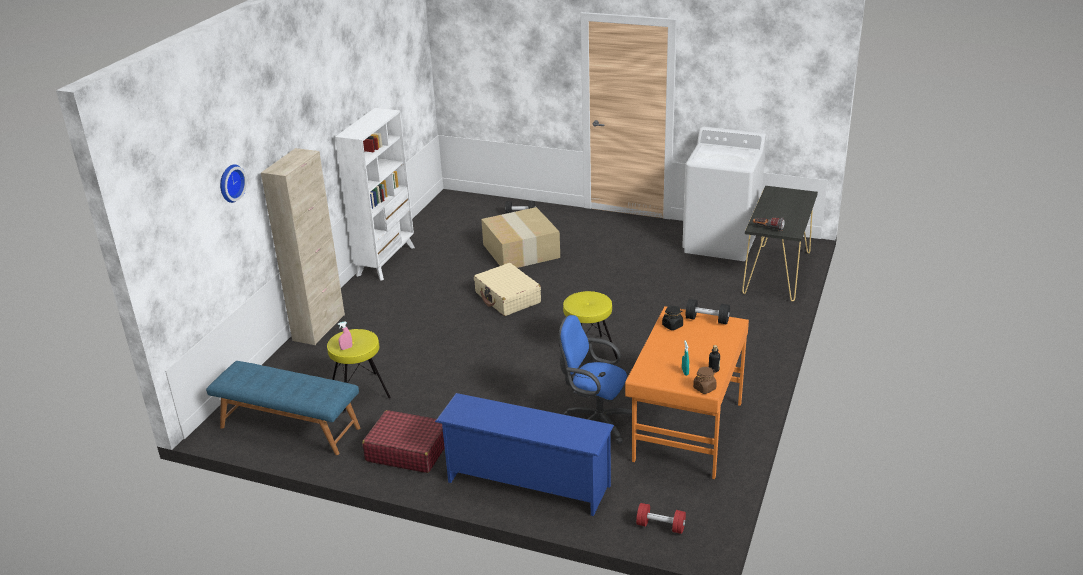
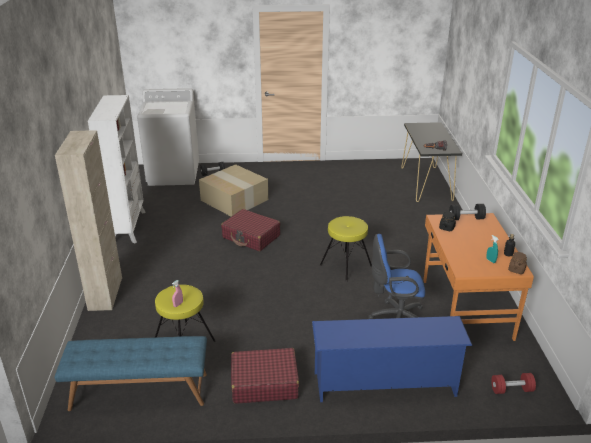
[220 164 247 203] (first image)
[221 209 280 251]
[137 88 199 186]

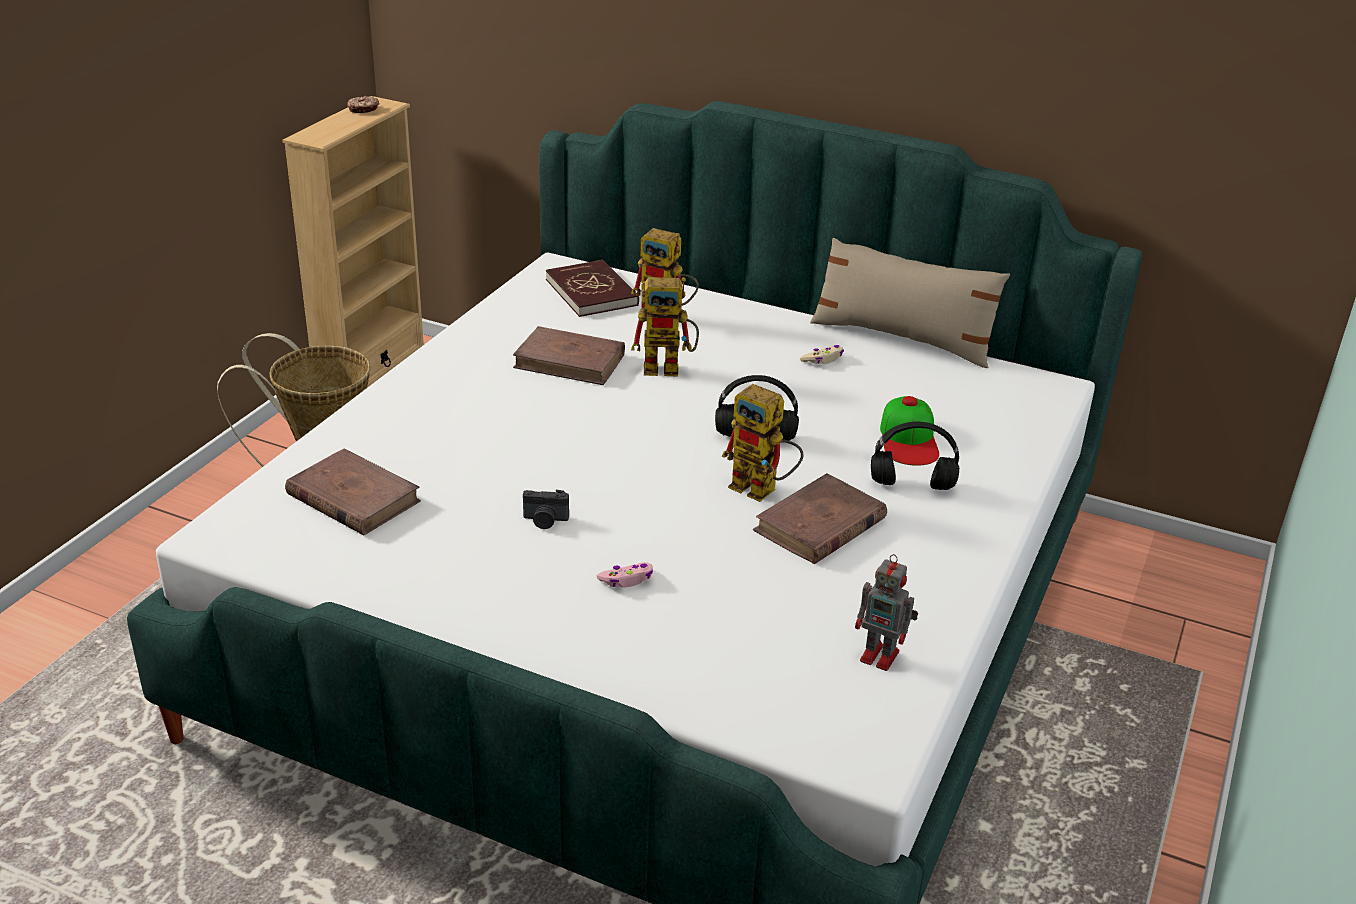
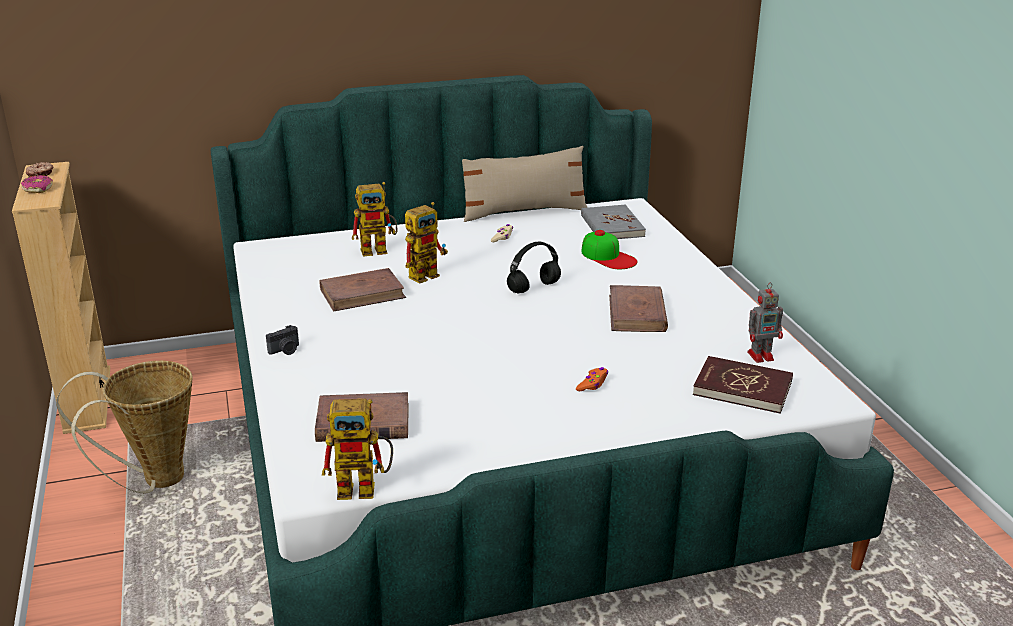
[266 325 299 355]
[693 356 793 414]
[576 367 608 391]
[322 399 393 500]
[871 422 959 490] (first image)
[21 175 53 193]
[581 205 646 239]

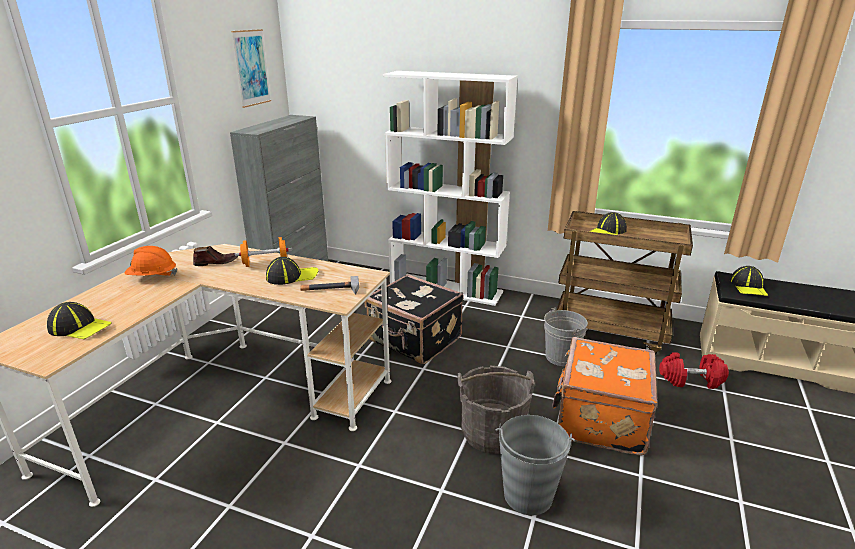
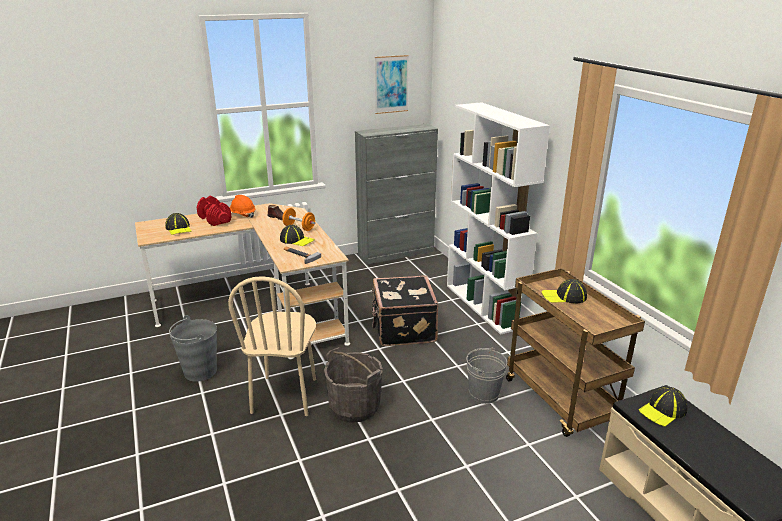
[169 315 217 382]
[552 337 657 456] (first image)
[197 196 232 226]
[228 276 316 416]

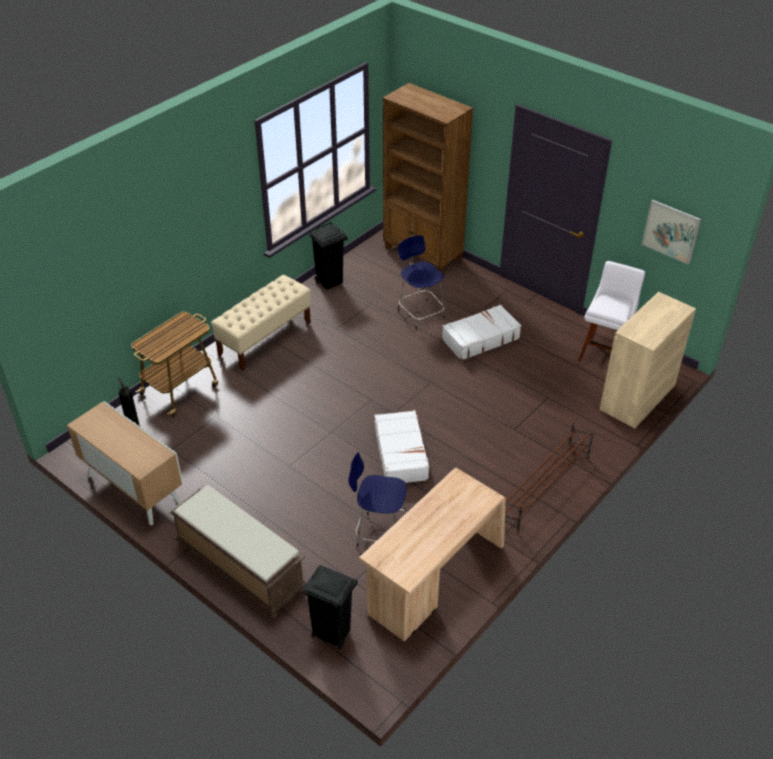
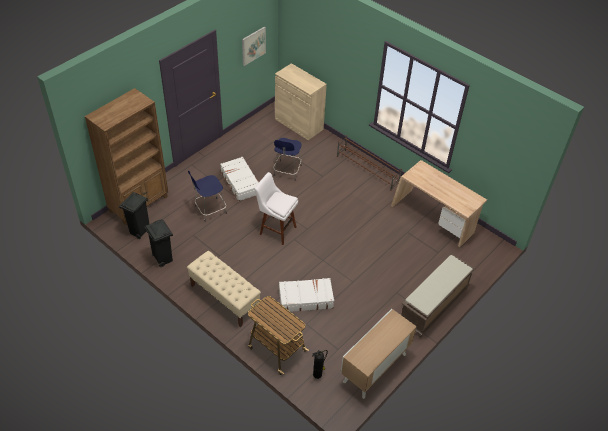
[119 192 149 239]
[273 138 302 181]
[279 278 334 312]
[255 172 298 245]

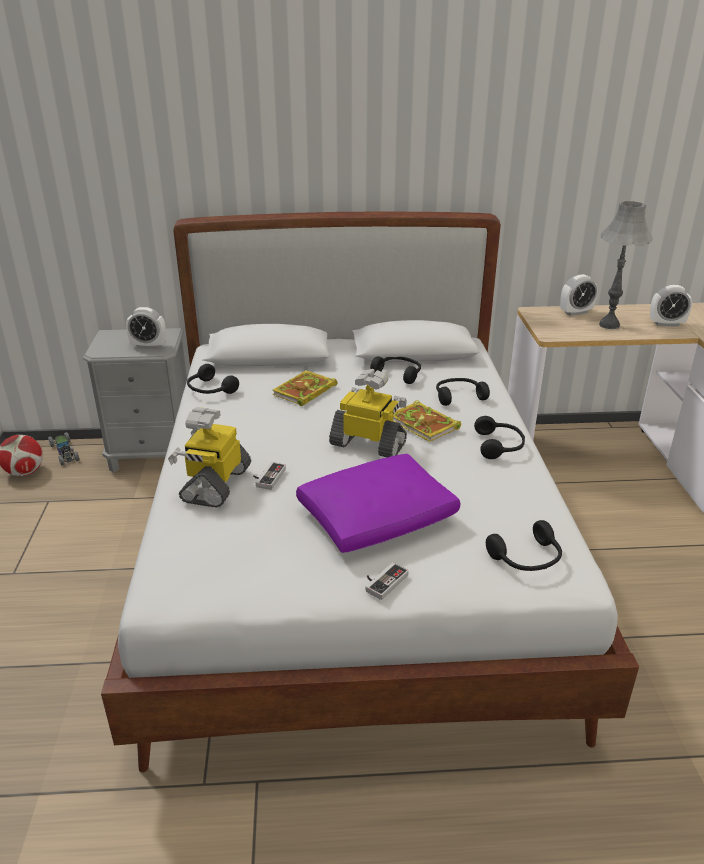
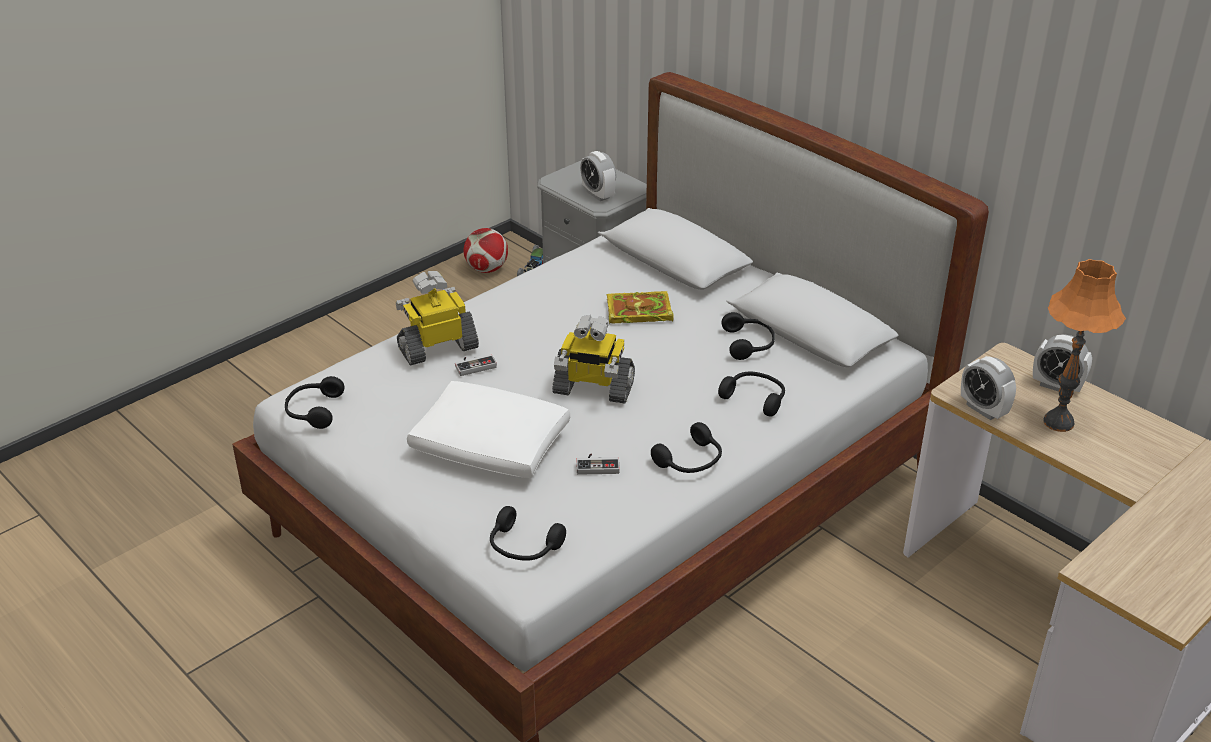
[285 376 345 429]
[407 381 570 478]
[552 315 635 404]
[576 454 620 475]
[393 400 461 442] (first image)
[1043 259 1126 432]
[961 356 1016 420]

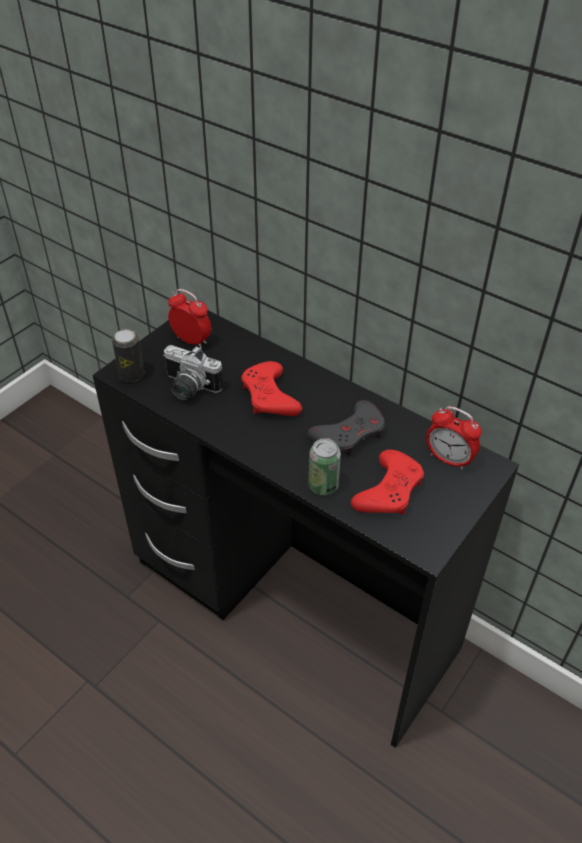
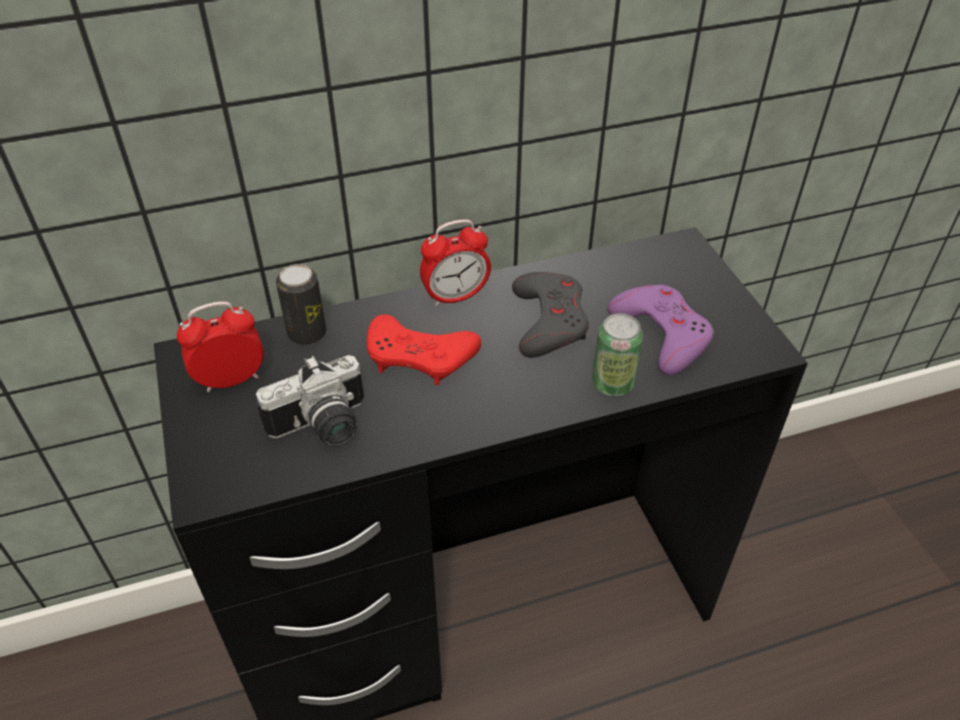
[276 264 326 345]
[607 285 714 375]
[420 219 491 307]

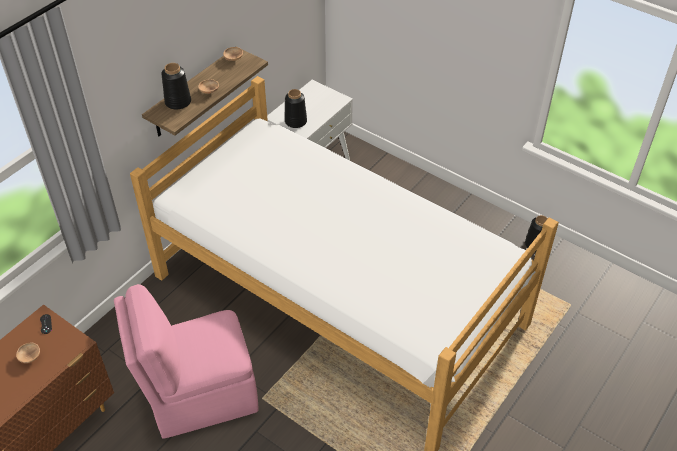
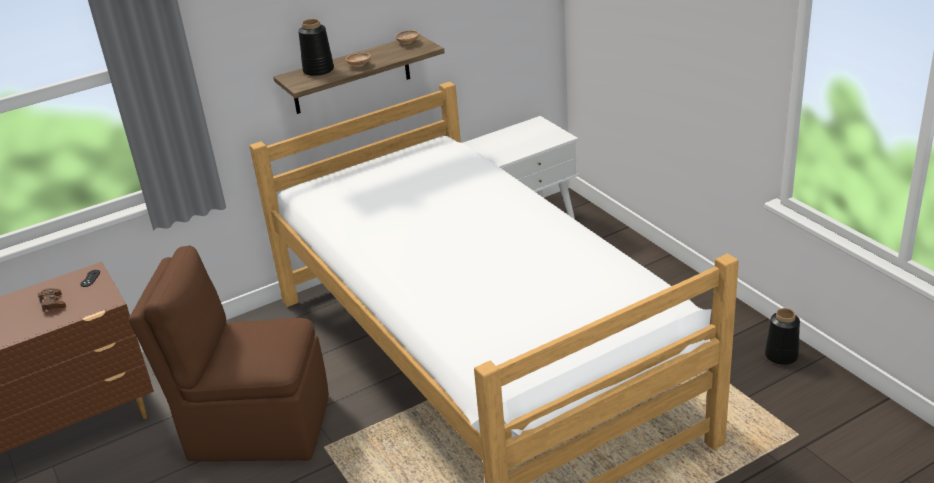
[38 288 66 312]
[129 246 329 461]
[285 89 307 128] (first image)

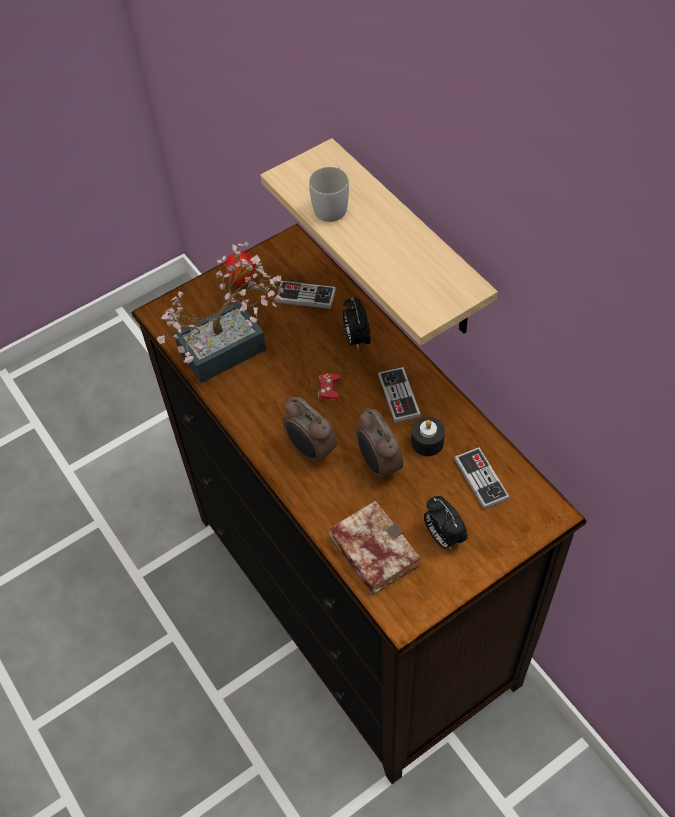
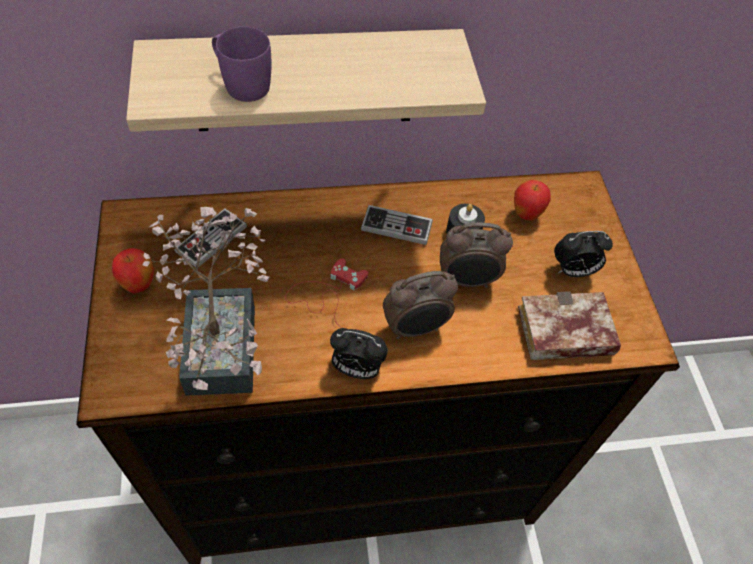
[212 27 271 102]
[330 328 388 379]
[514 180 551 220]

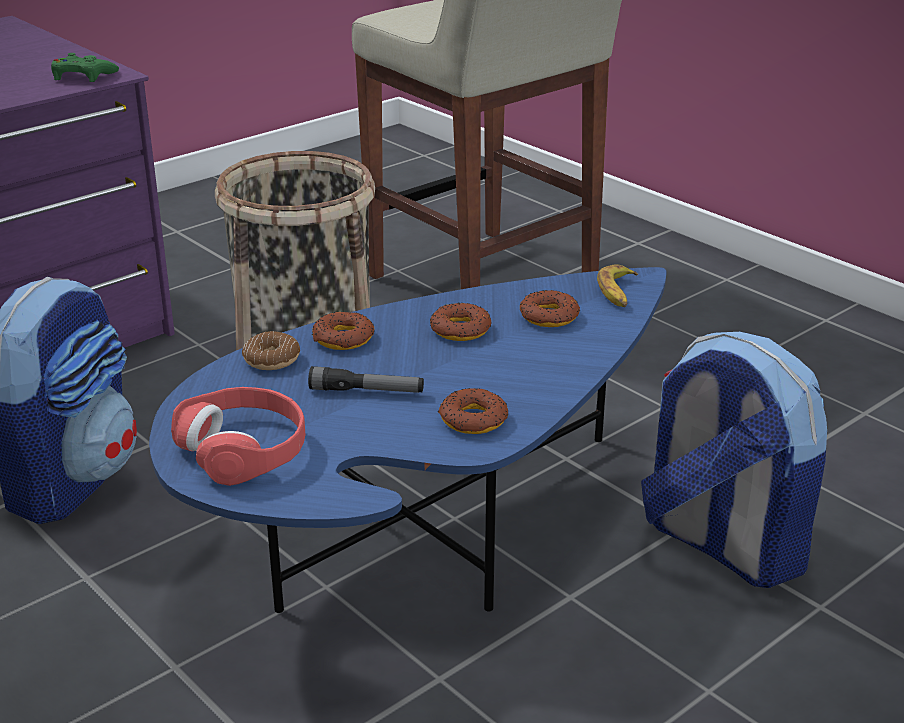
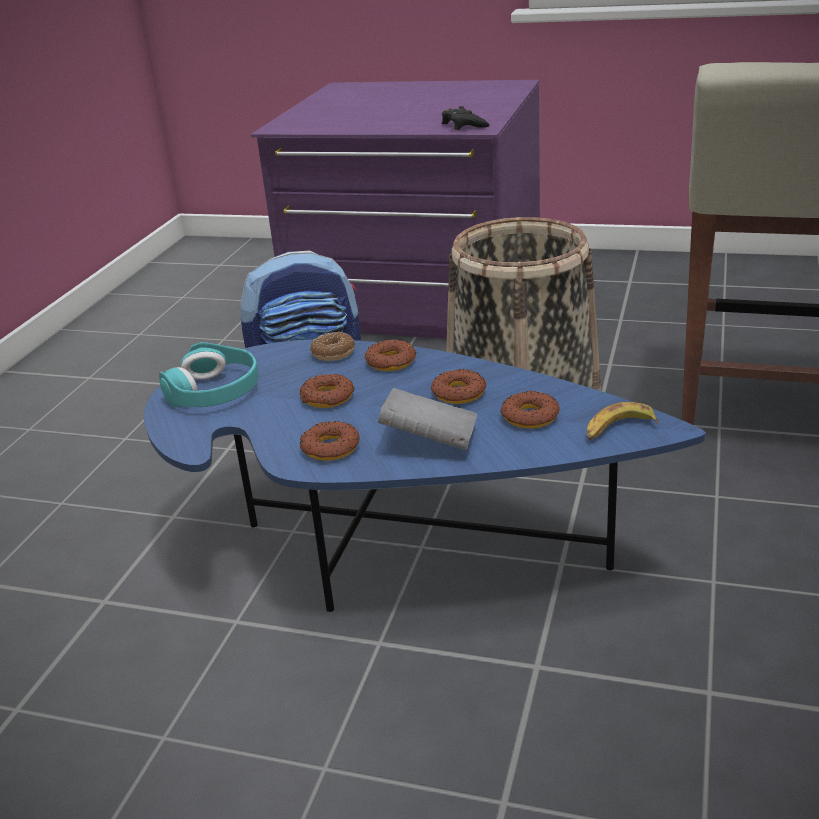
[442 106 489 130]
[159 342 259 407]
[300 374 355 408]
[641 332 827 588] (first image)
[377 388 477 450]

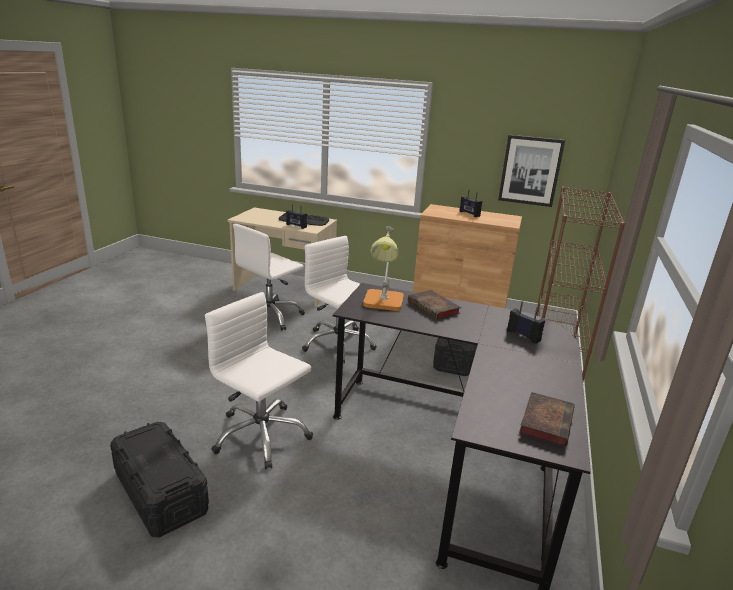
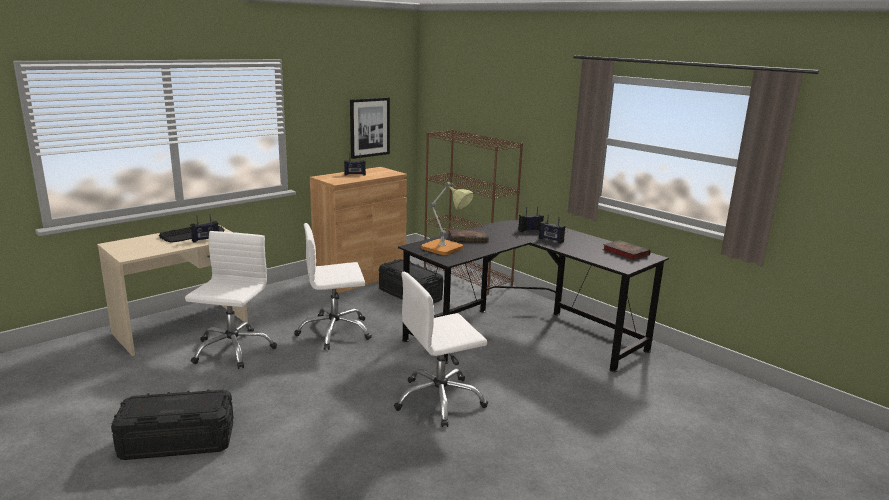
[111 389 234 460]
[185 231 277 369]
[539 214 566 244]

